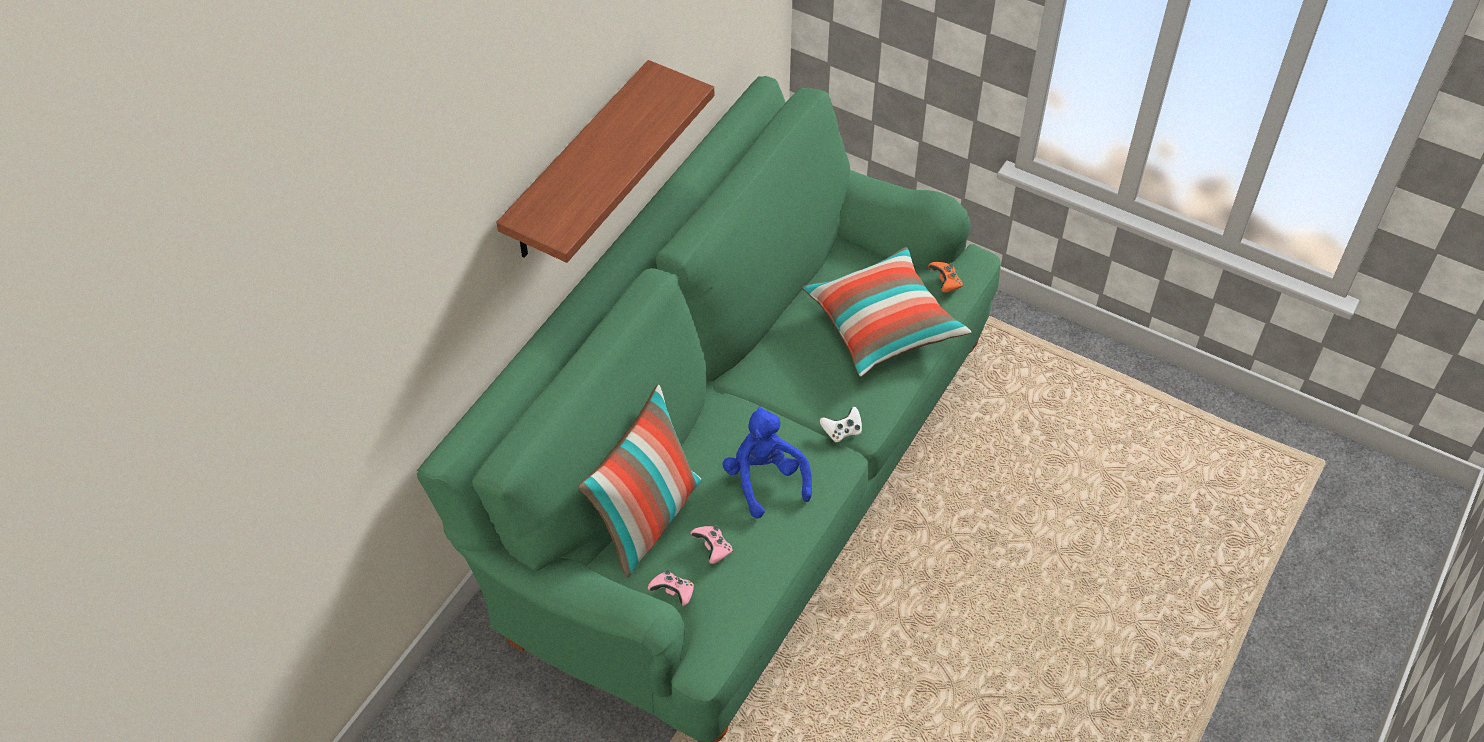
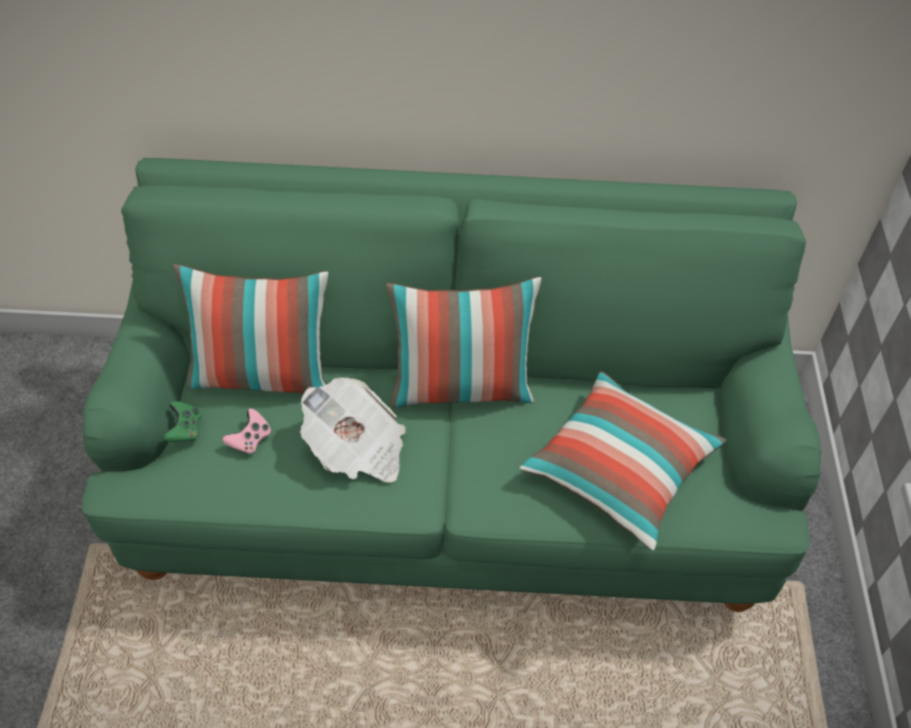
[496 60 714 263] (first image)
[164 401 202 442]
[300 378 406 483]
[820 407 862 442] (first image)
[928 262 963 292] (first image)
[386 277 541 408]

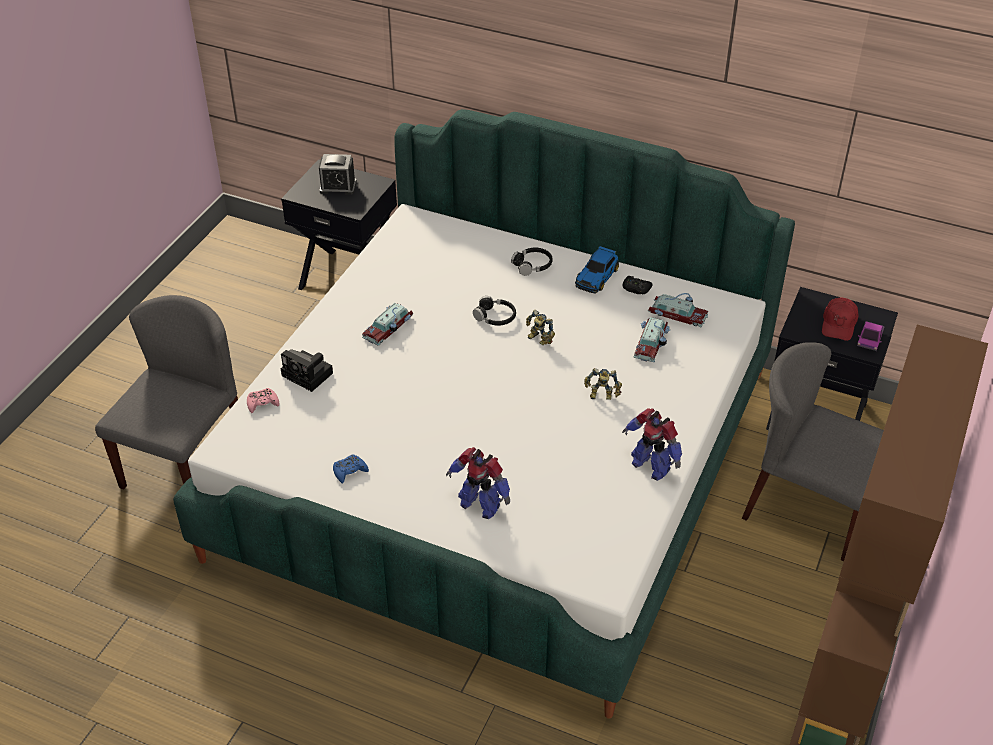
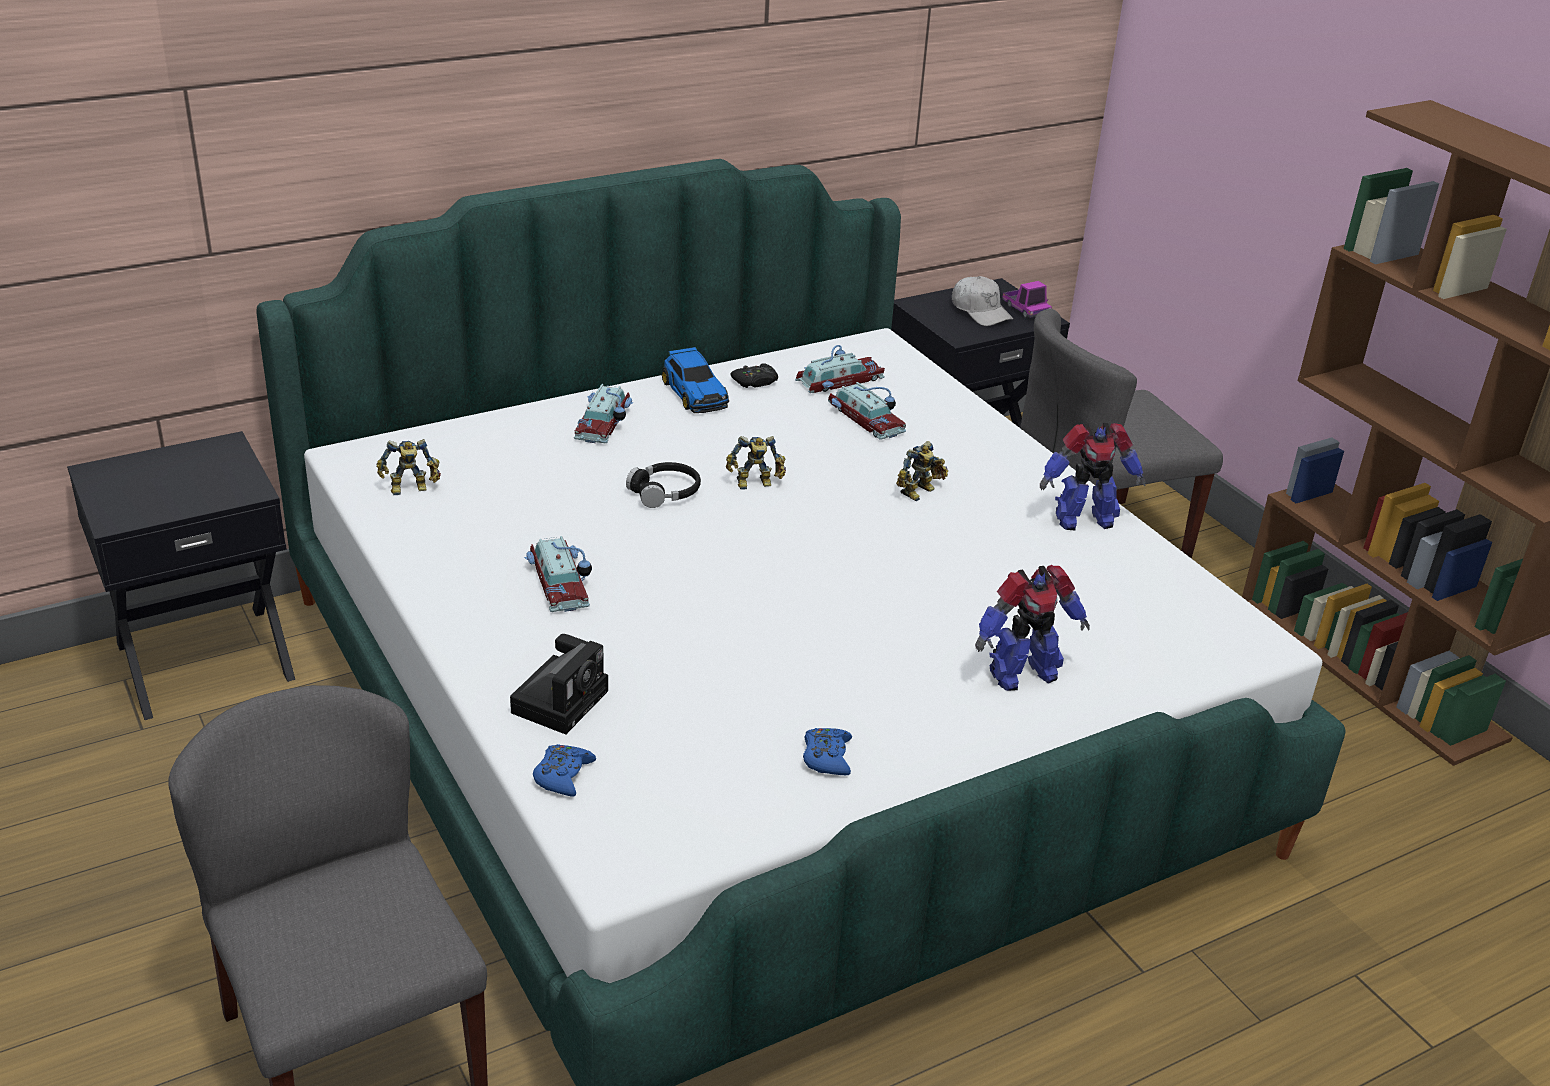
[533 744 596 797]
[510 634 608 735]
[319 154 357 195] (first image)
[574 384 634 443]
[952 276 1013 326]
[377 439 441 495]

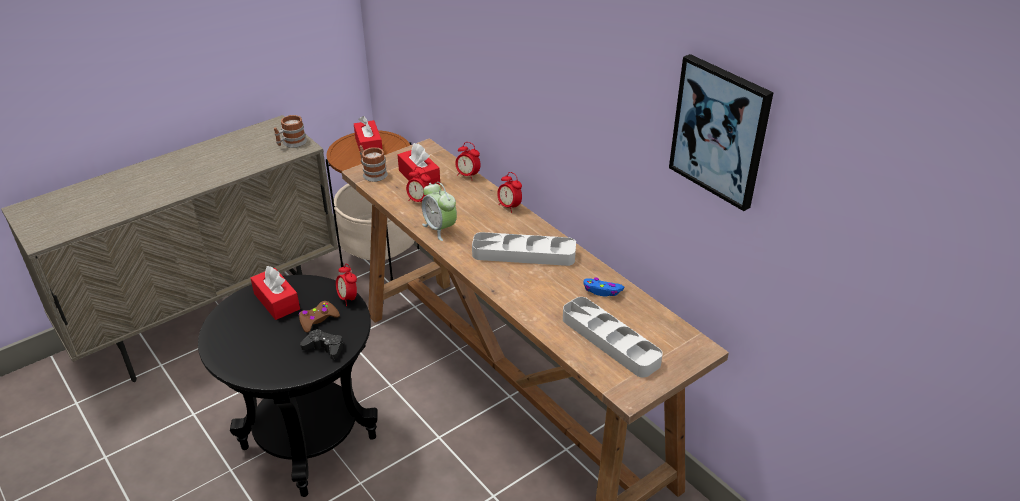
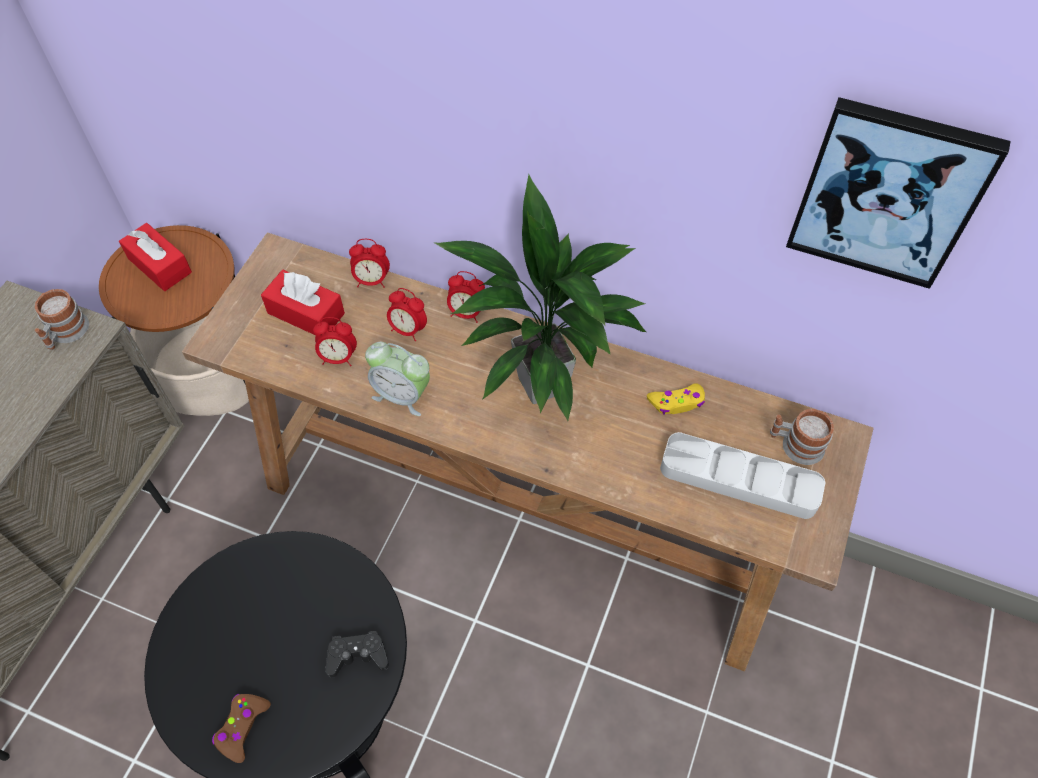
[251 266 300 320] (first image)
[212 694 271 763]
[387 288 427 342]
[770 409 834 465]
[433 175 646 421]
[647 384 705 415]

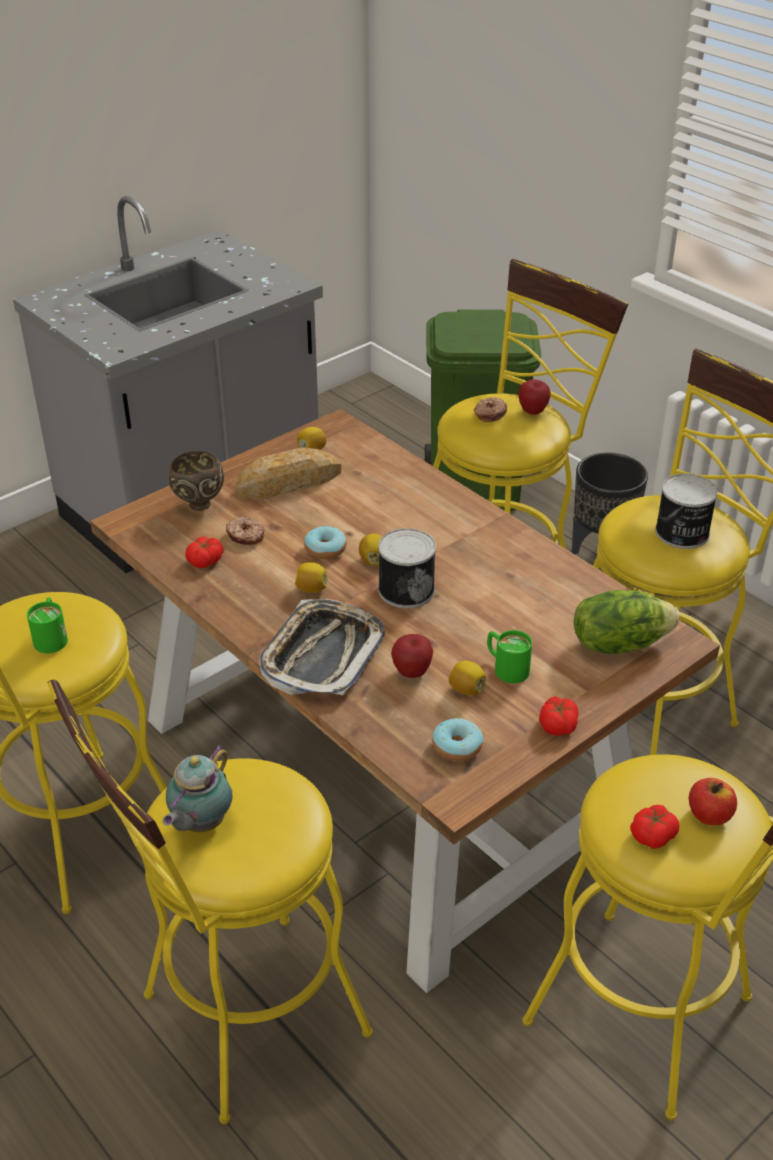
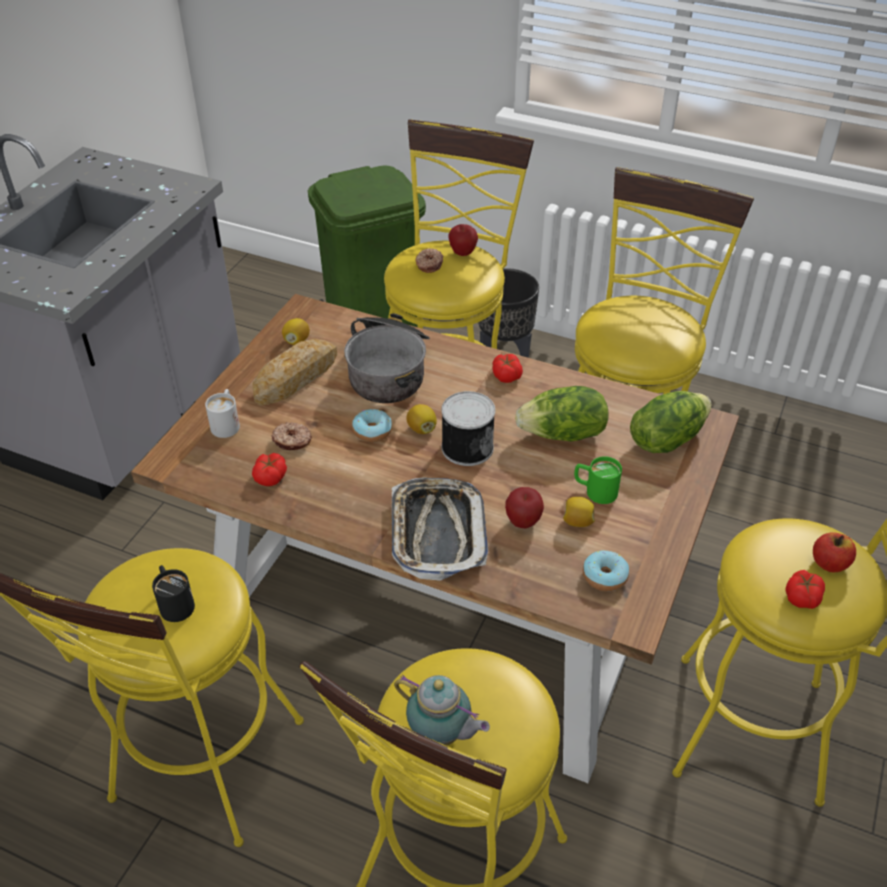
[152 565 195 622]
[394 675 490 746]
[205 389 240 438]
[295 562 327 592] (first image)
[492 354 523 383]
[655 473 718 549] (first image)
[344 313 430 403]
[515 386 609 441]

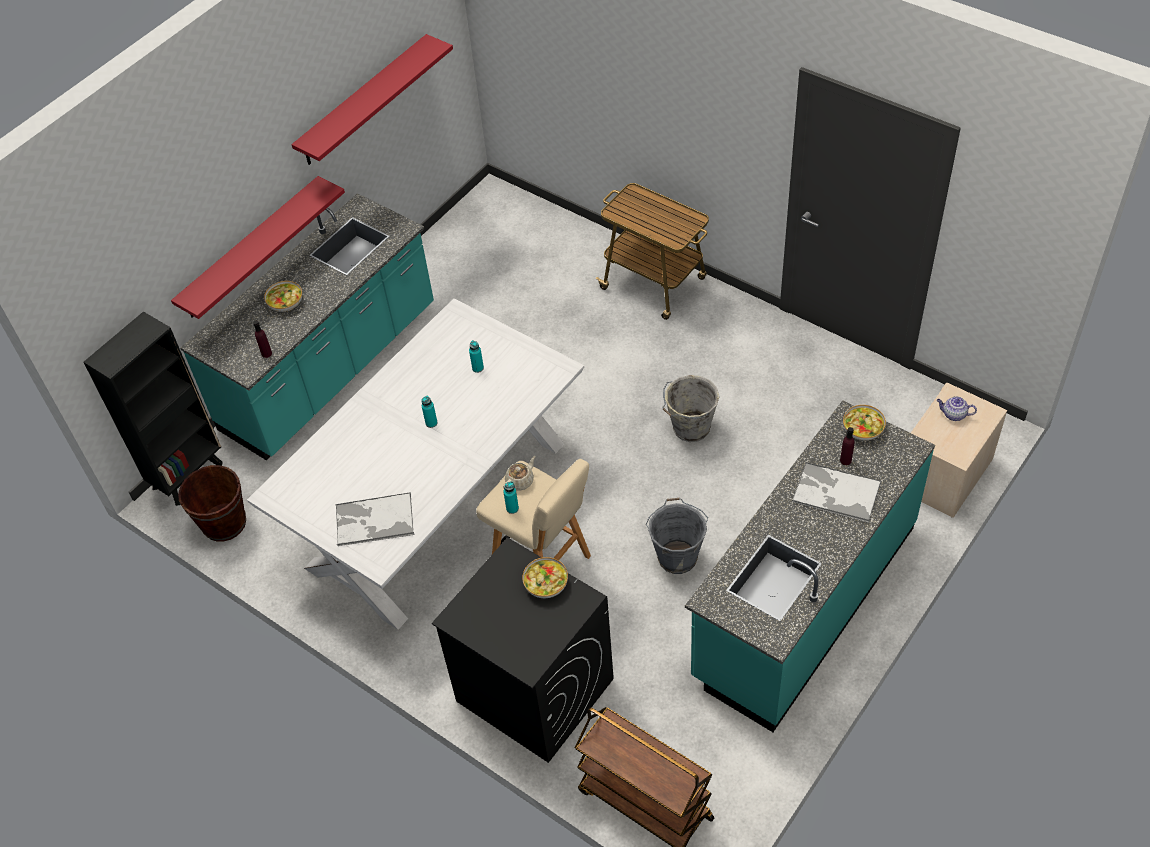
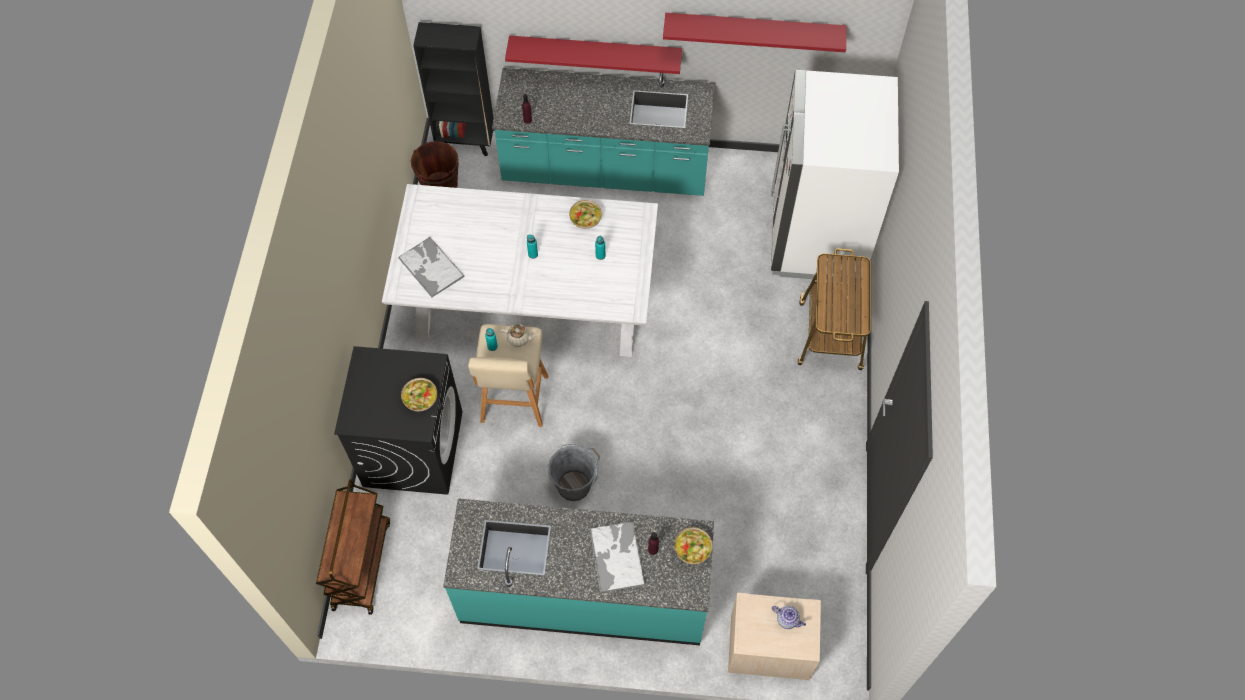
[569 200 602 229]
[663 375 720 442] (first image)
[772 606 806 629]
[771 70 899 283]

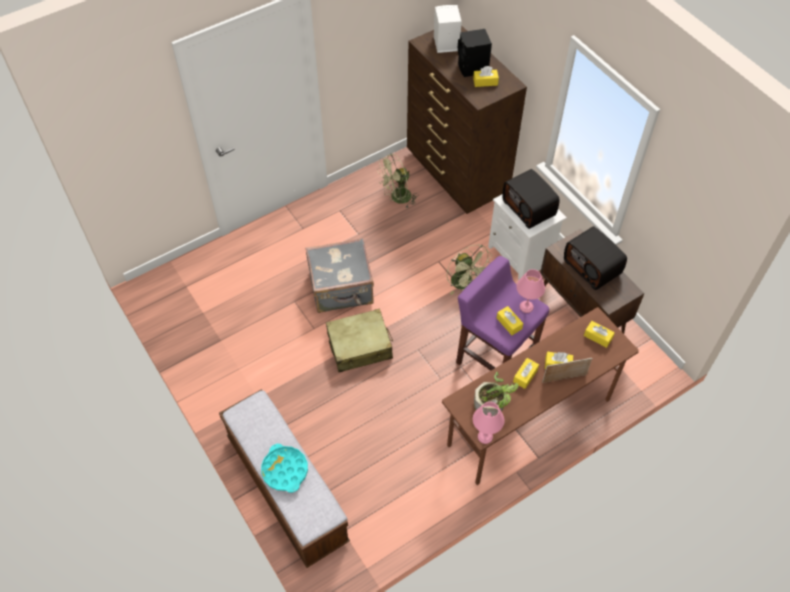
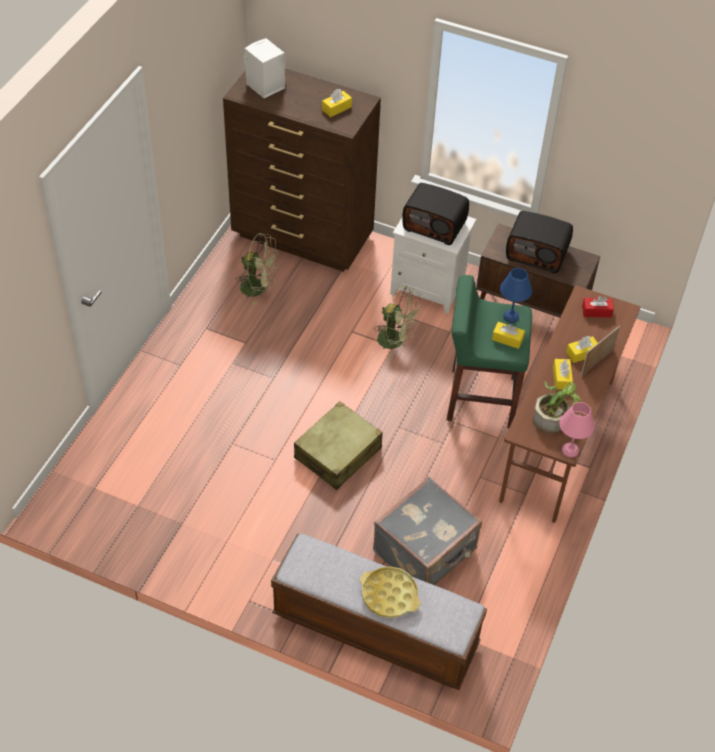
[360 566 421 618]
[373 477 482 585]
[235 233 279 305]
[447 275 532 428]
[458 29 492 77] (first image)
[500 268 532 323]
[582 296 614 318]

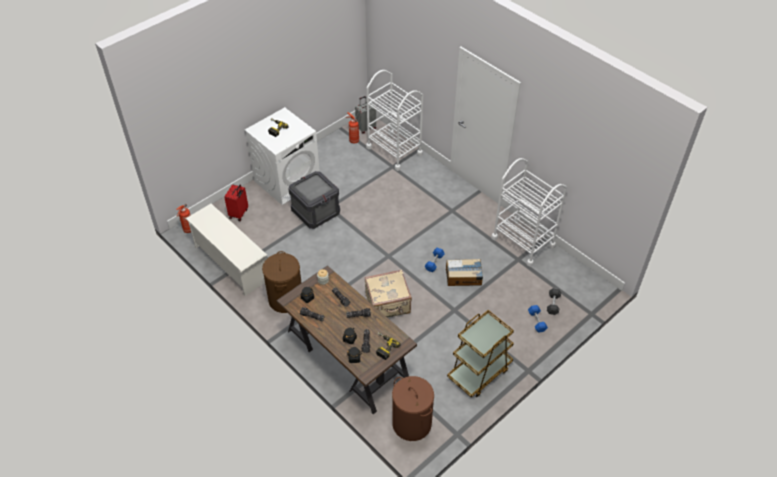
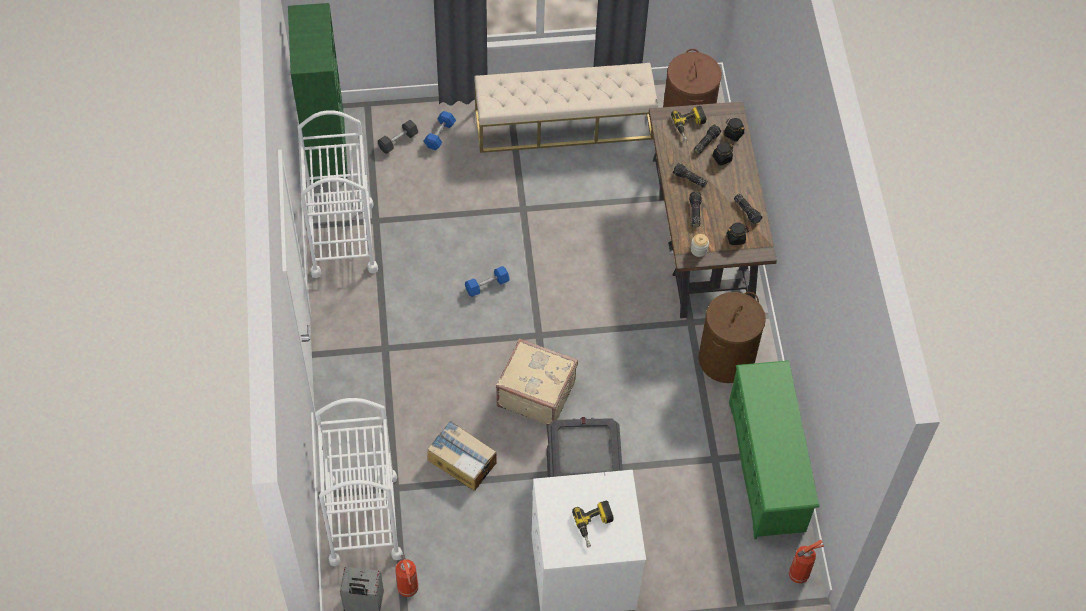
[729 360 819 539]
[224 185 248 221] (first image)
[496 338 578 425]
[427 421 497 491]
[474 63 658 153]
[288 3 348 184]

